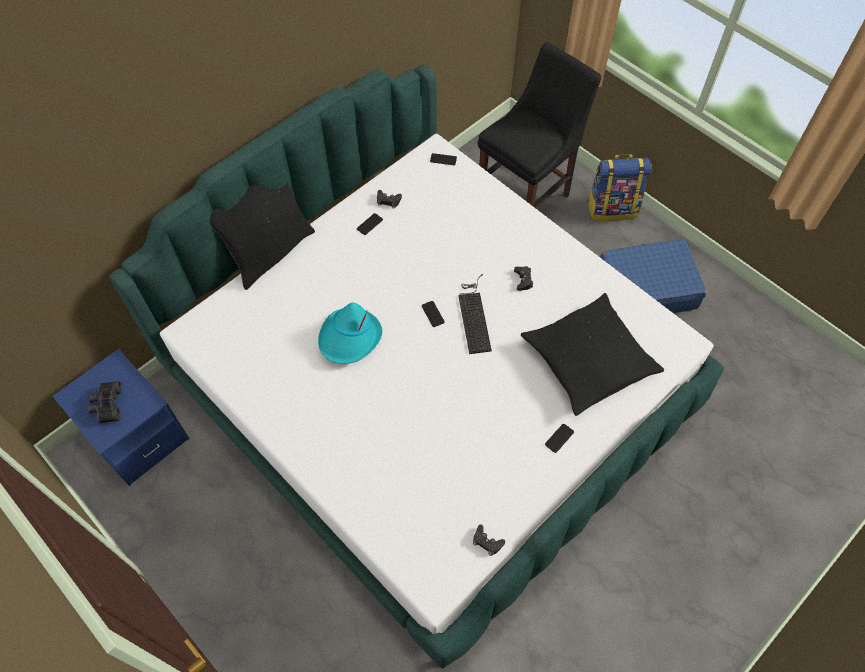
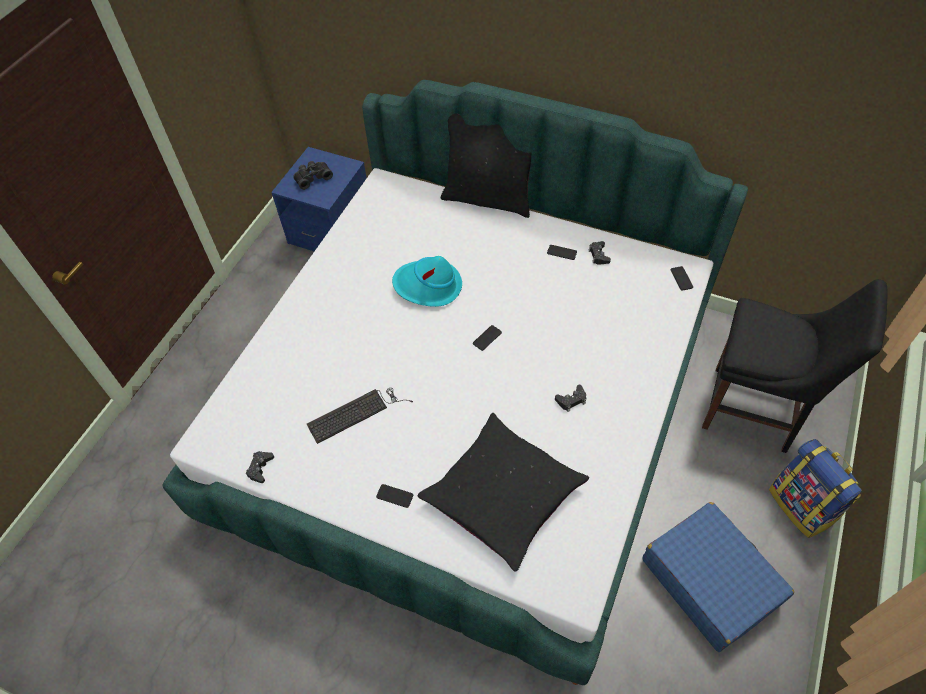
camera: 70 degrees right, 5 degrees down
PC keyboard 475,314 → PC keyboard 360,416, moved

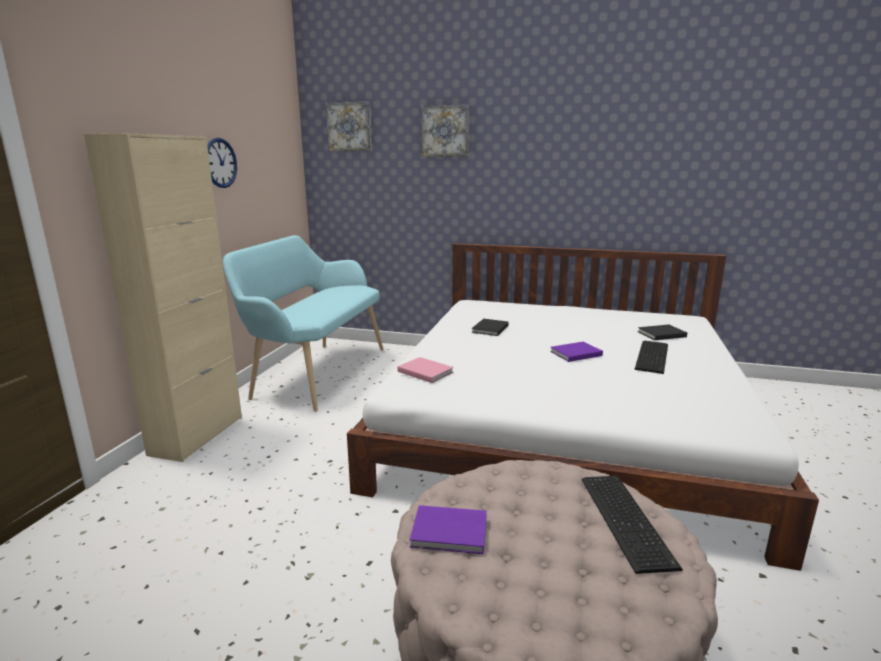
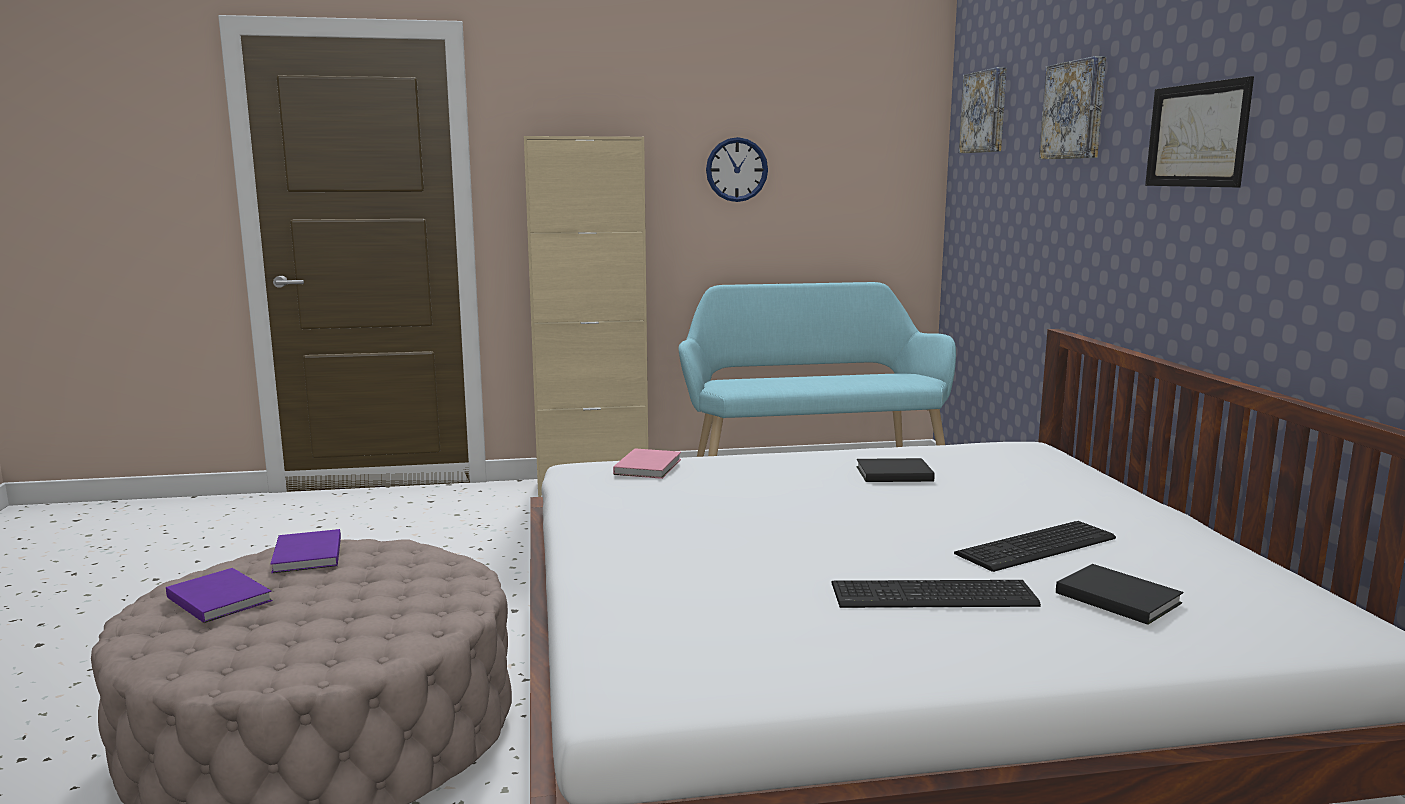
camera: 65 degrees right, 5 degrees down
- → picture 1199,131
purplish bound book 576,352 → purplish bound book 219,595, moved
PC keyboard 632,525 → PC keyboard 1035,546, moved

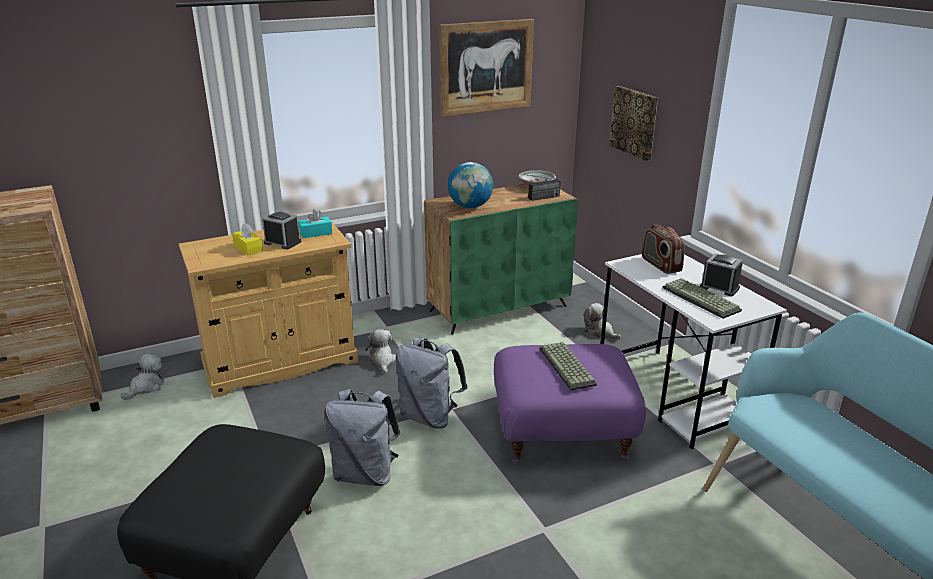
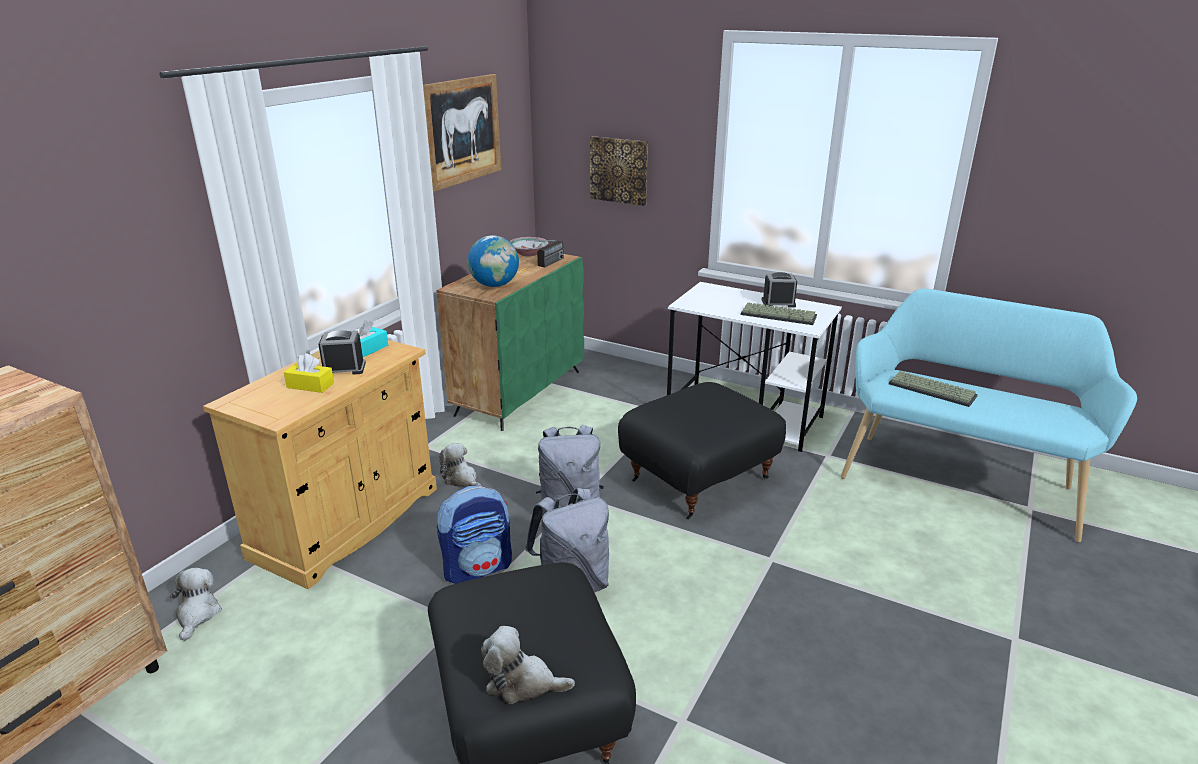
camera: 35 degrees left, 0 degrees up
radio set 663,249 → -
- → backpack 474,534
PC keyboard 568,366 → PC keyboard 933,389, moved
plush toy 602,321 → plush toy 528,665, moved
purplish ottoman 570,404 → black-coloured ottoman 702,450

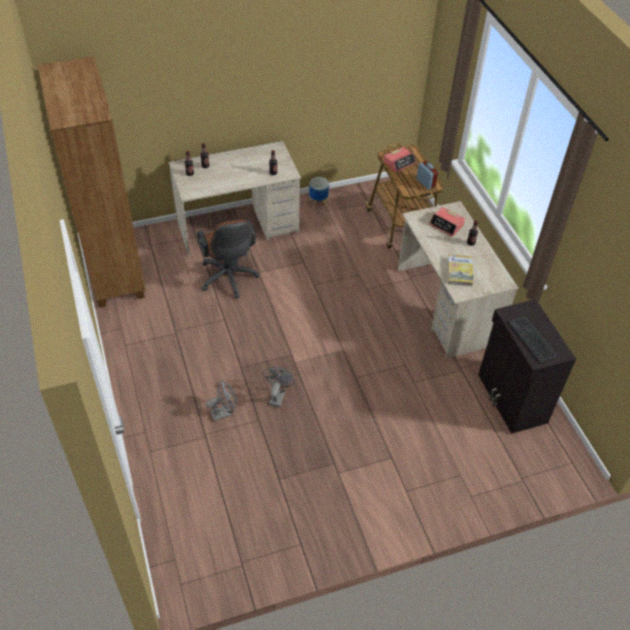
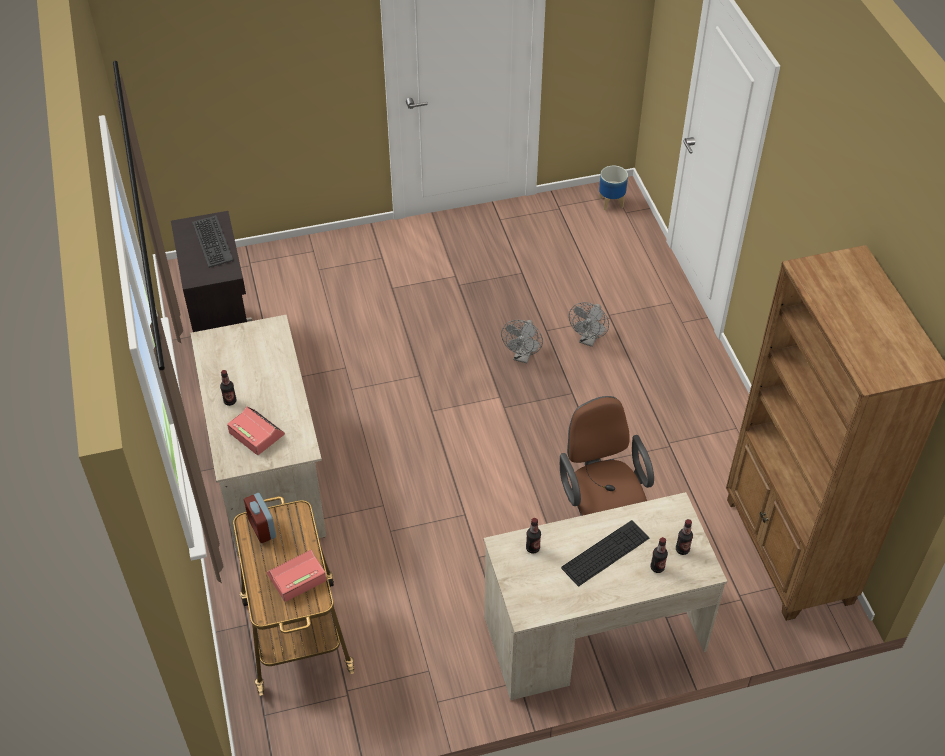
camera: 175 degrees left, 0 degrees up
bound book 460,270 → -
- → PC keyboard 605,553
plant pot 319,193 → plant pot 613,188, moved
greyish fan 222,400 → greyish fan 589,324, 45 degrees counterclockwise

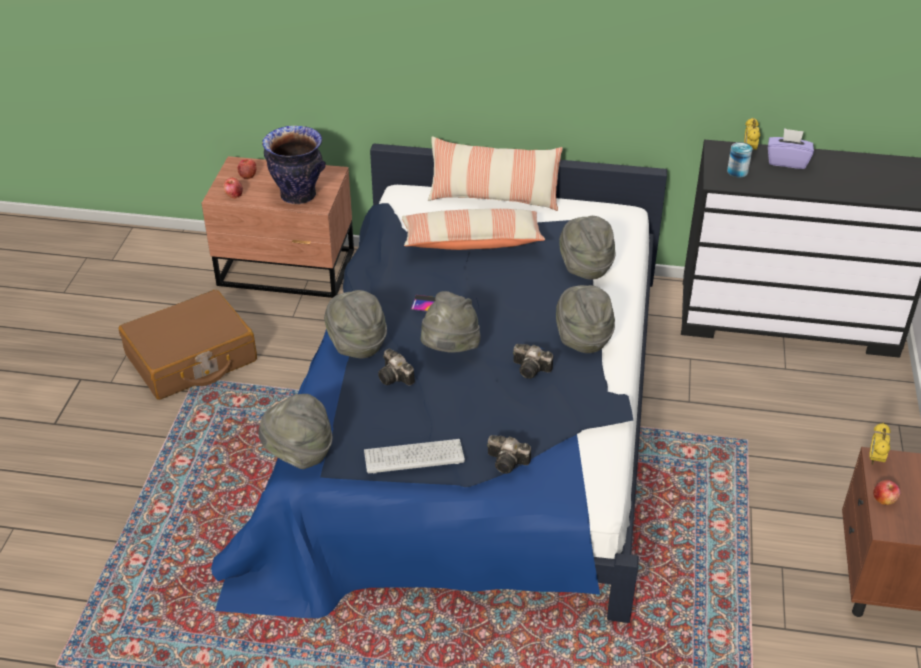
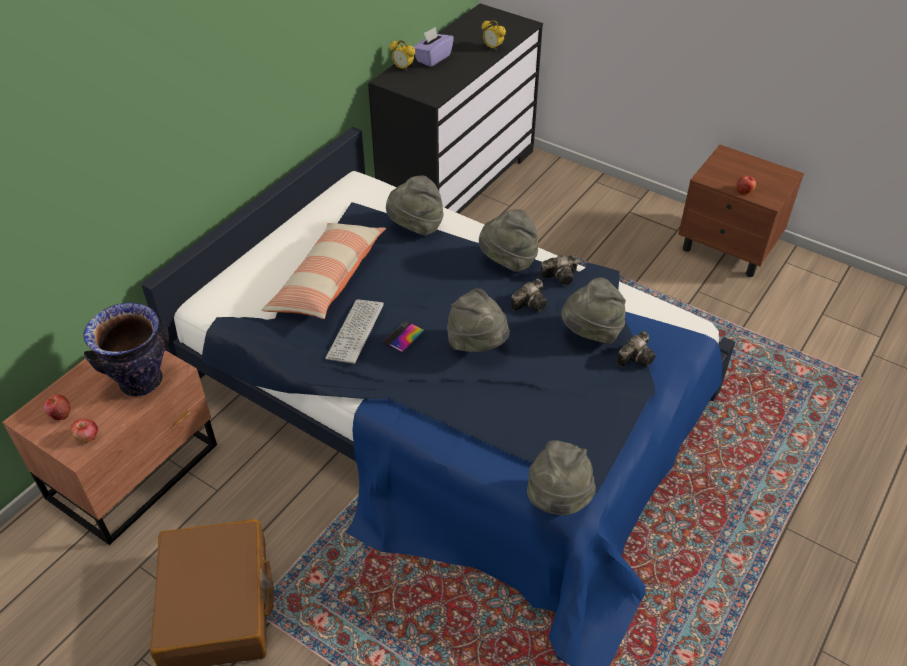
camera: 65 degrees left, 5 degrees up
cushion 495,173 → -
metal can 740,160 → -
greyish clothing hat 355,324 → greyish clothing hat 593,310, moved
PC keyboard 414,456 → PC keyboard 354,331, moved
photo camera 396,367 → photo camera 559,270, moved
bedside clock 880,444 → bedside clock 494,35, moved

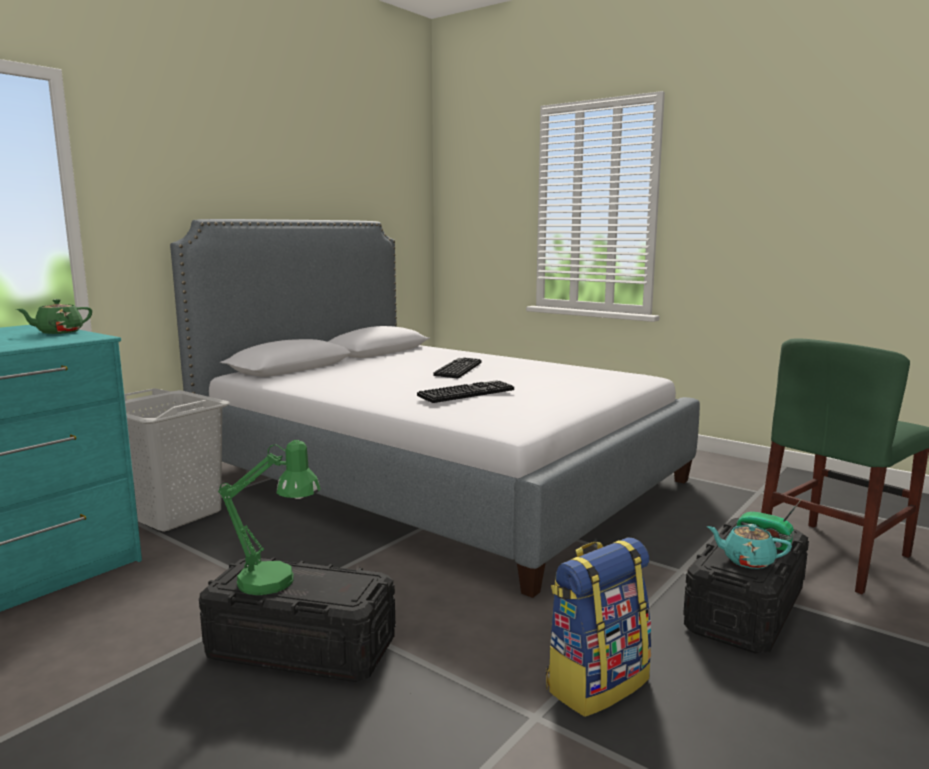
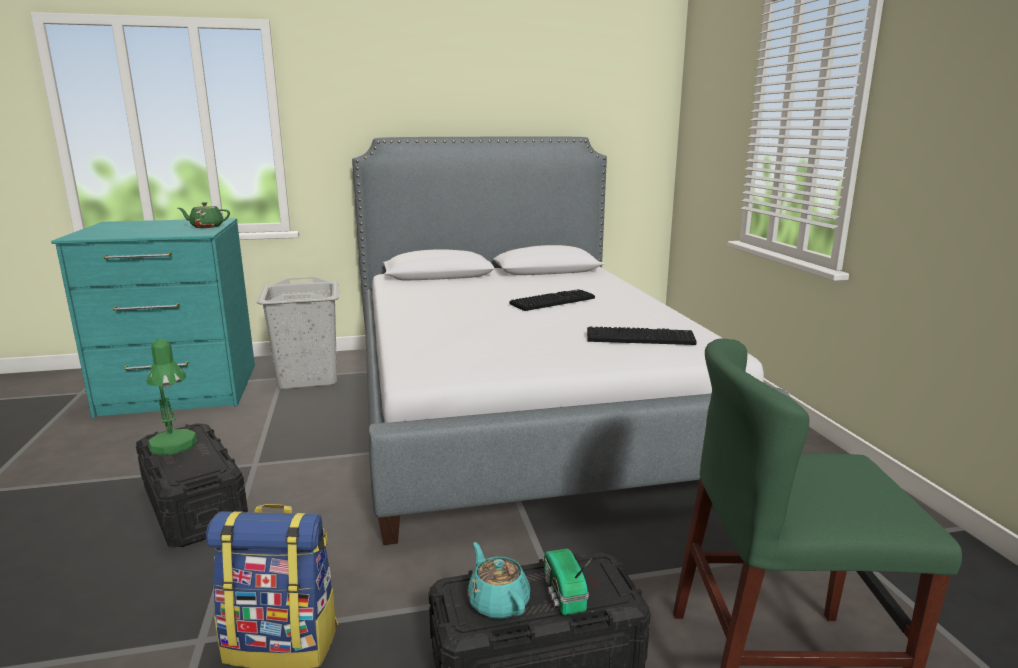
camera: 40 degrees right, 5 degrees up
PC keyboard 465,391 → PC keyboard 642,335, moved

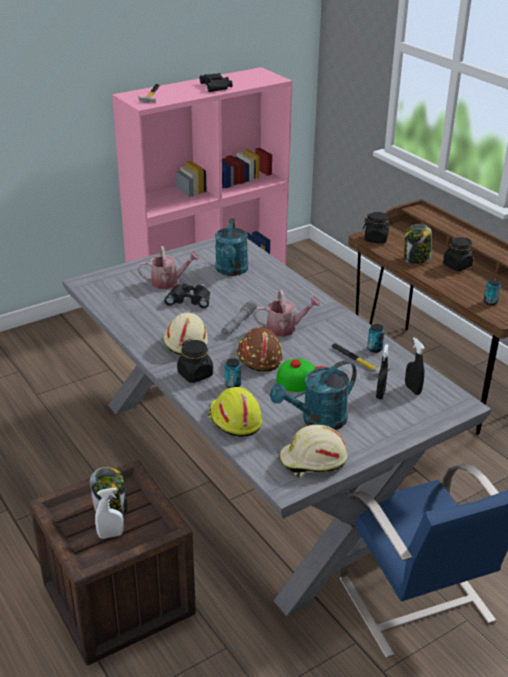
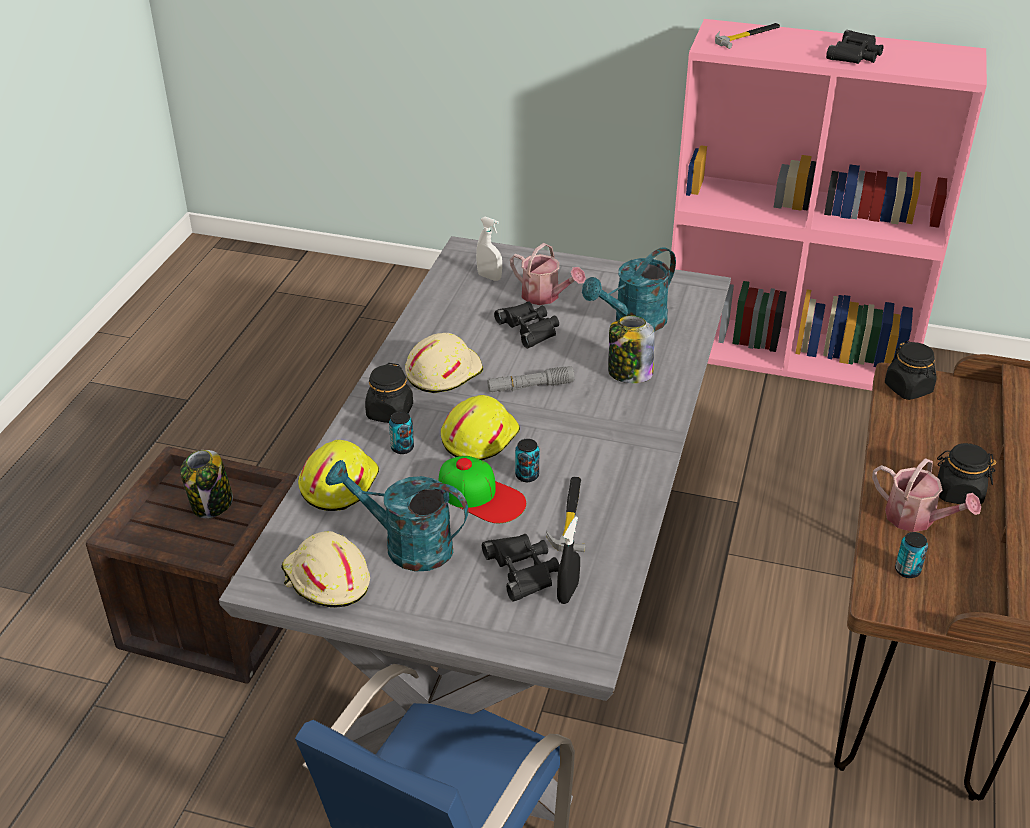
camera: 50 degrees right, 5 degrees up
white-coloured hand sprayer 109,513 → white-coloured hand sprayer 489,249, moved
watering can 287,313 → watering can 926,495, moved
metal can 376,338 → metal can 527,460, moved
jar 418,244 → jar 631,349, moved
black-coloured hand sprayer 382,371 → black-coloured binoculars 520,568
brownish safety helmet 259,349 → yellowish safety helmet 480,427

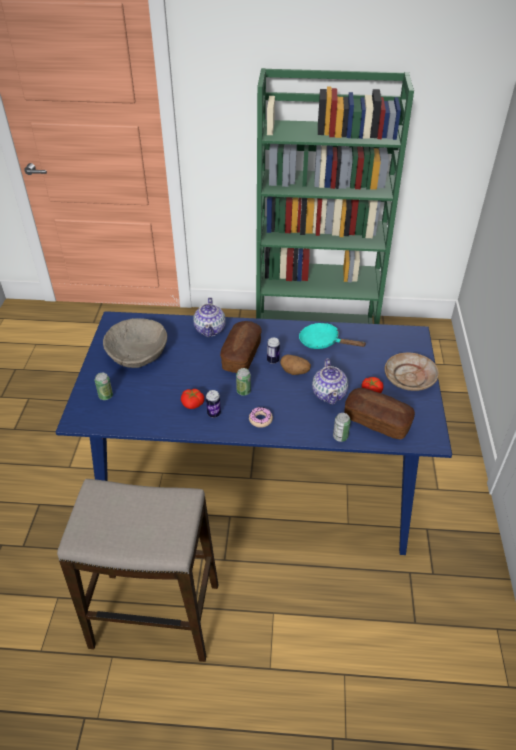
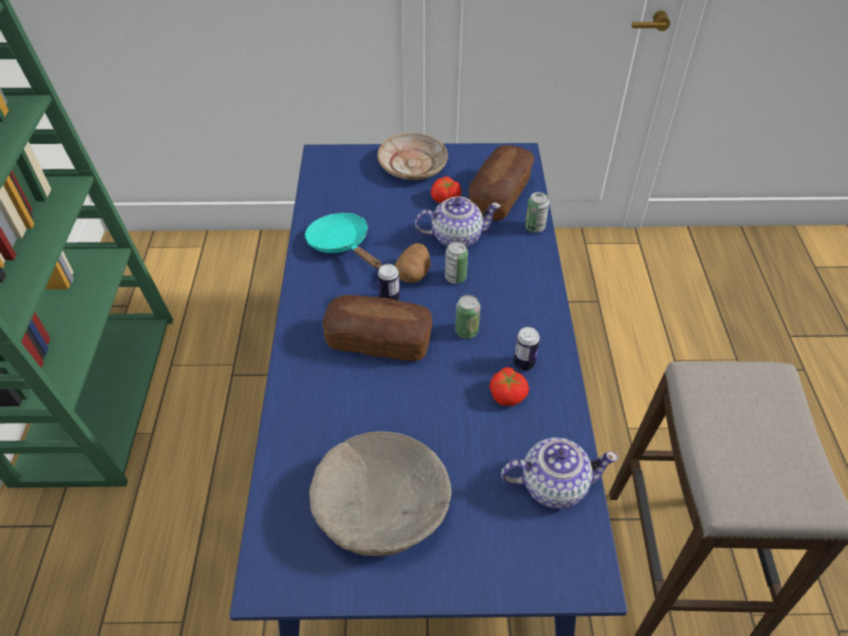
camera: 95 degrees left, 5 degrees up
ring doughnut 261,417 → -
metal can 104,386 → metal can 456,262, moved
tea pot 209,317 → tea pot 559,473, moved
blue-green skillet 333,336 → blue-green skillet 343,241, 120 degrees clockwise

